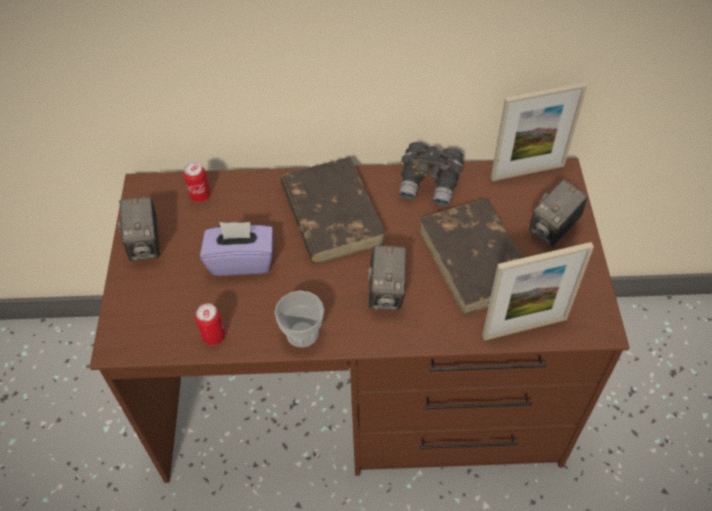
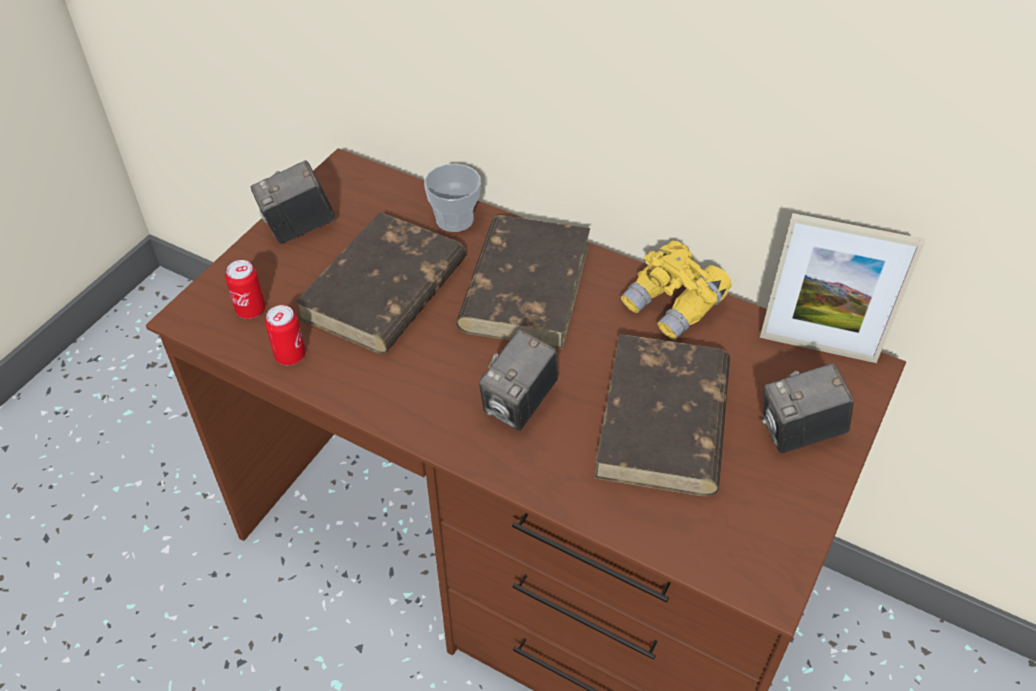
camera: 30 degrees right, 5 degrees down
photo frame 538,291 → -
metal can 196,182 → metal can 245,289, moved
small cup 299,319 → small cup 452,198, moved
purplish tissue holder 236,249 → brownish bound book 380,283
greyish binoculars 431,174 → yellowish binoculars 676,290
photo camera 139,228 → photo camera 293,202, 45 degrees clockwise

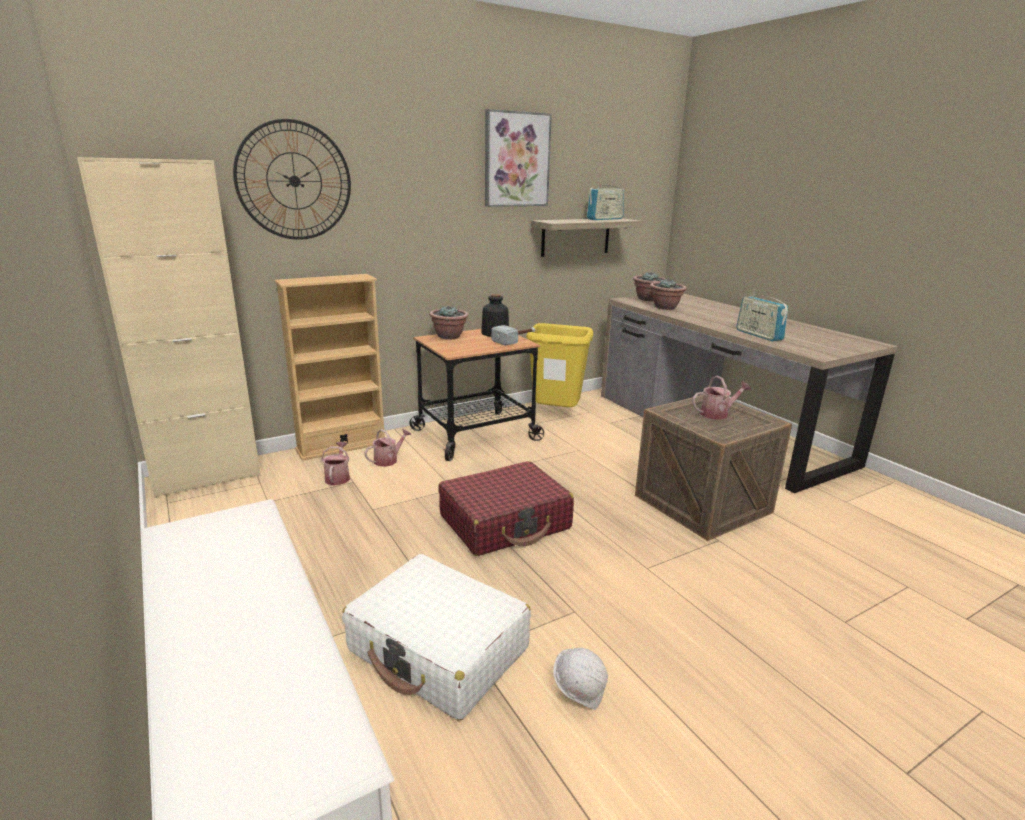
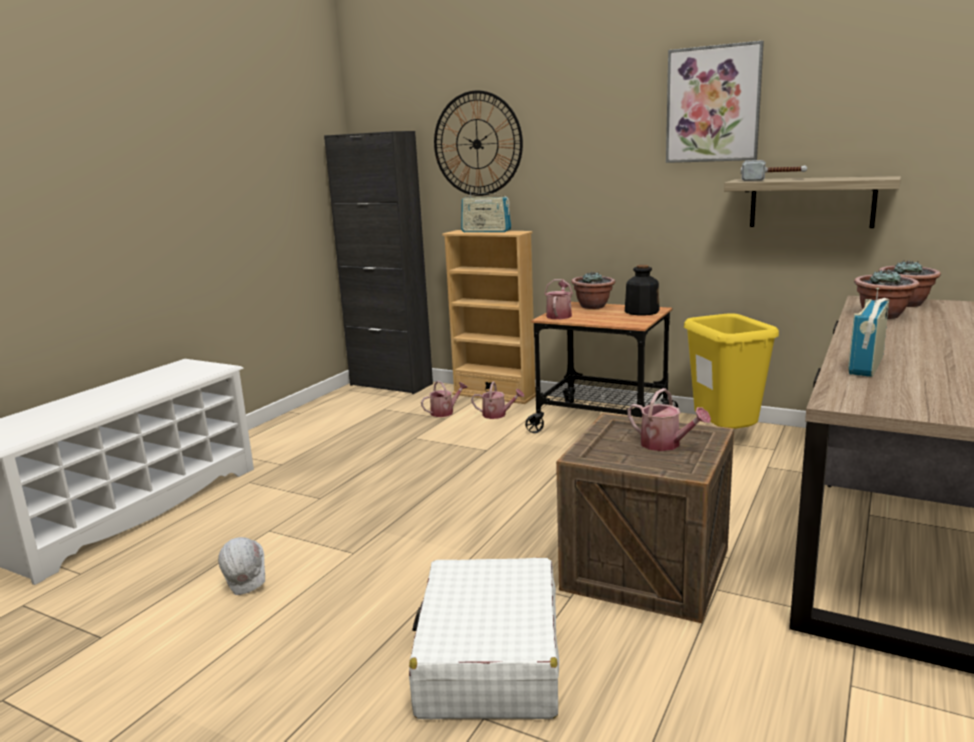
camera: 60 degrees right, 5 degrees down
reddish piece of luggage 506,508 → -
- → watering can 558,299
white-coloured piece of luggage 436,637 → white-coloured piece of luggage 484,638, moved
hand hammer 513,335 → hand hammer 774,170, moved
radio set 605,200 → radio set 486,210, moved
beige-coloured cupboard 169,327 → black-coloured cupboard 378,262

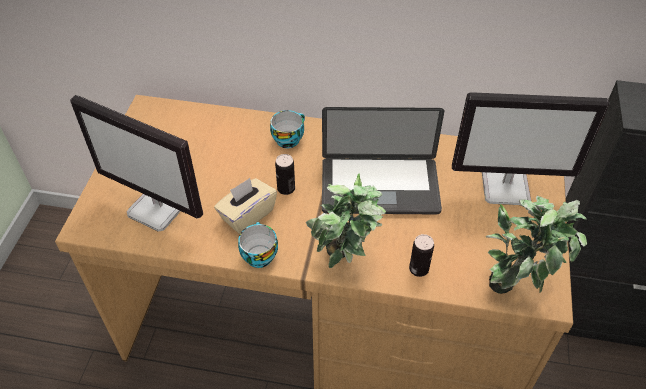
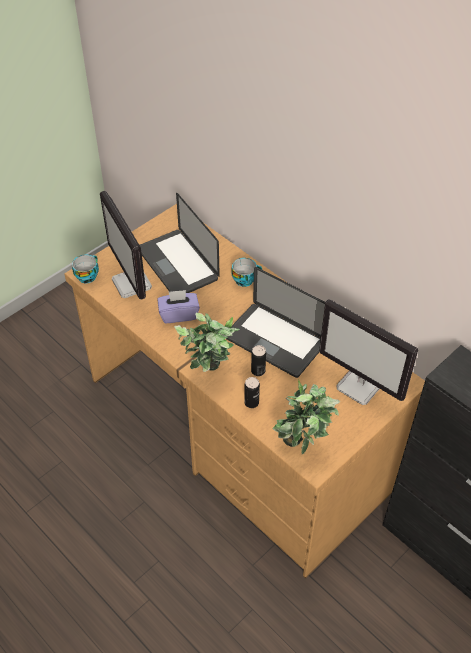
camera: 35 degrees right, 0 degrees up
- → laptop 180,243
small cup 258,245 → small cup 85,268, moved
metal can 285,174 → metal can 258,360, moved
beige-coloured tissue holder 245,206 → purplish tissue holder 178,306

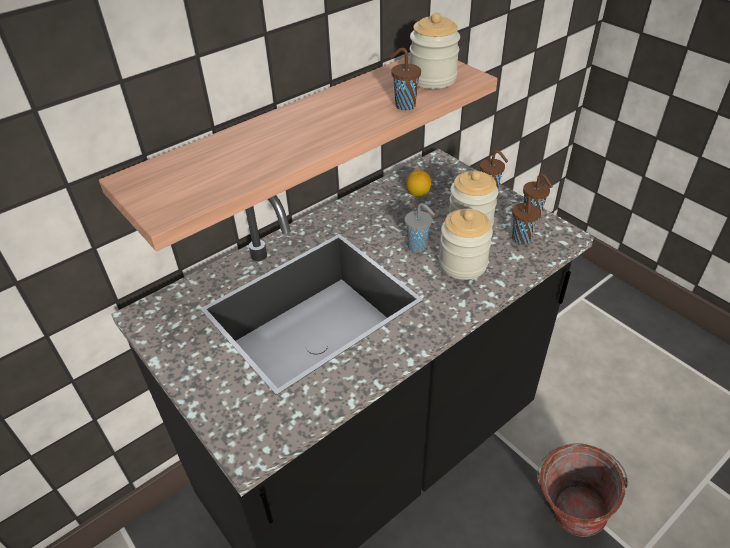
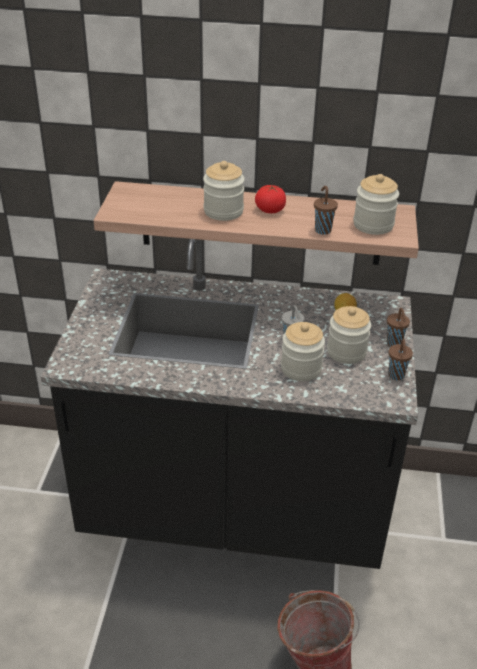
camera: 45 degrees right, 5 degrees down
brownish small cup 526,220 → -
- → jar 224,191
- → tomato 270,199

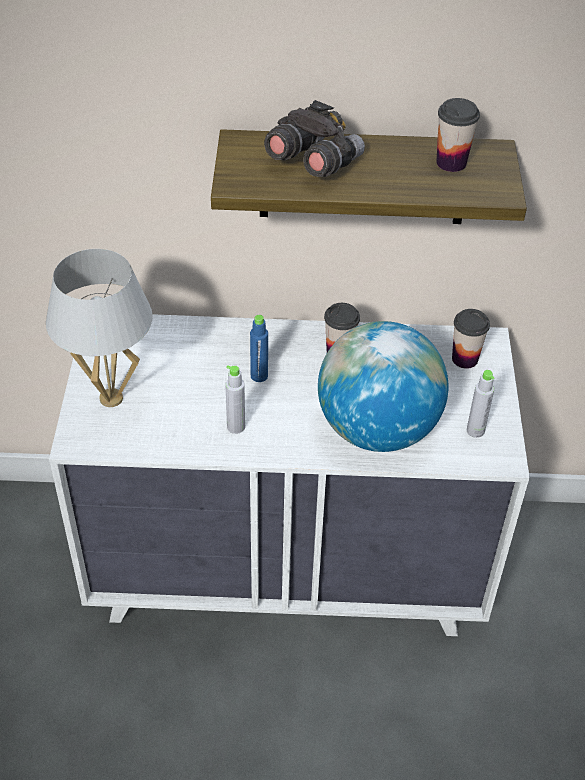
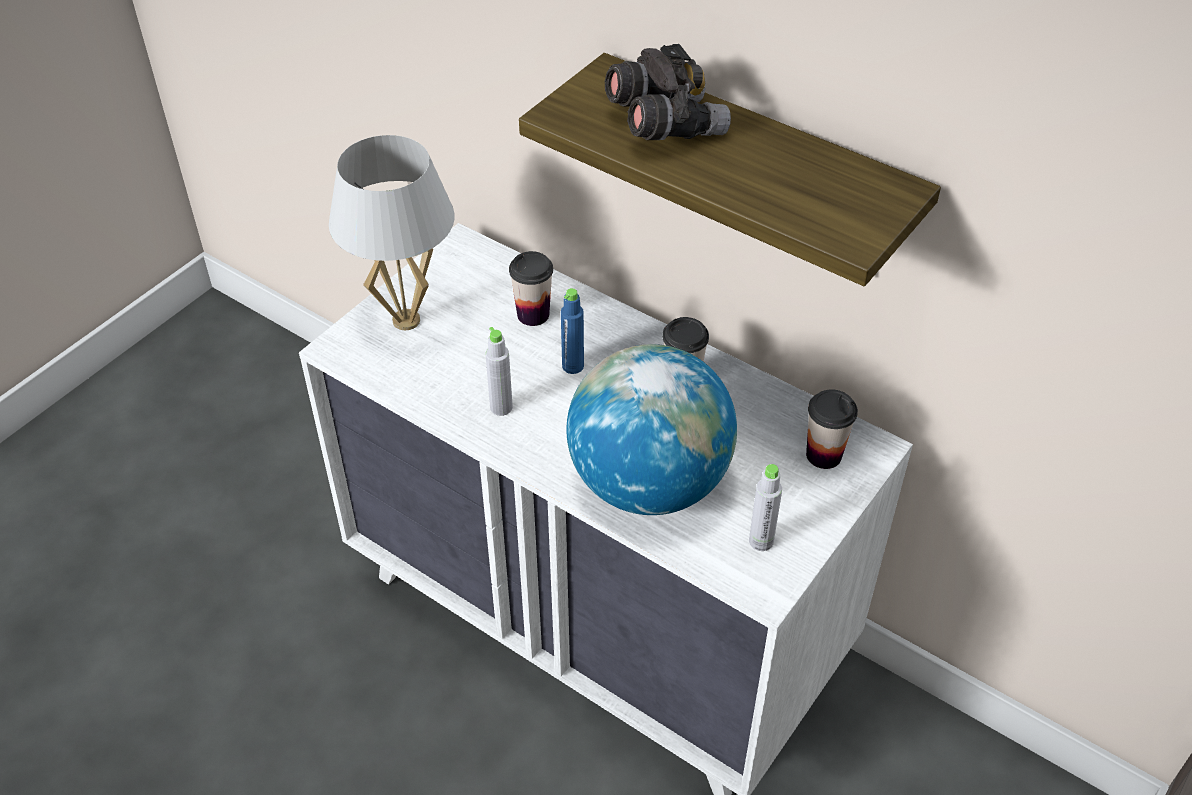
camera: 35 degrees right, 0 degrees up
small cup 458,135 → small cup 531,288, moved

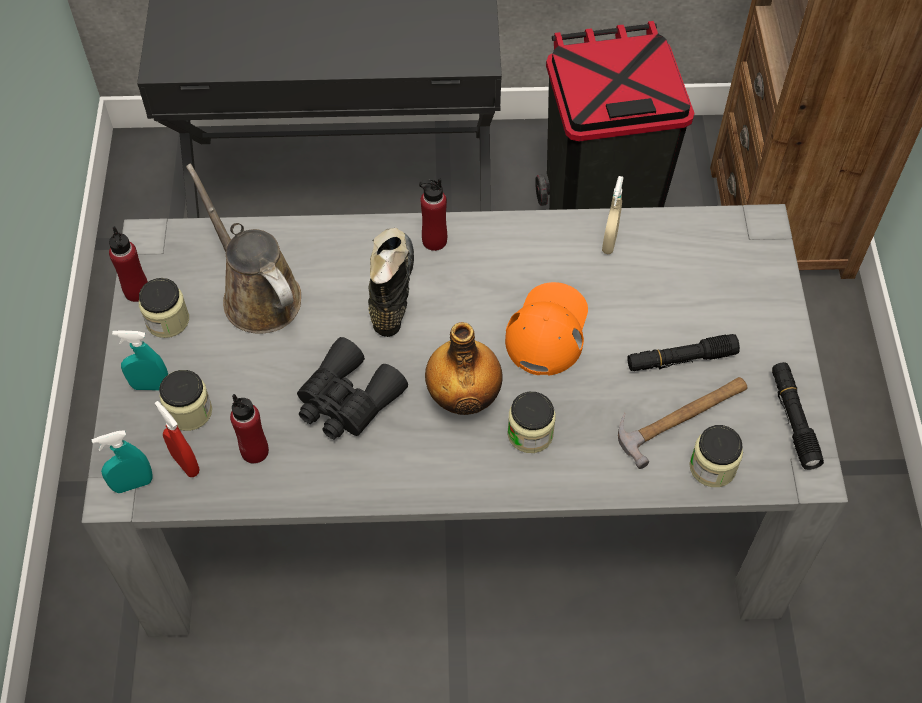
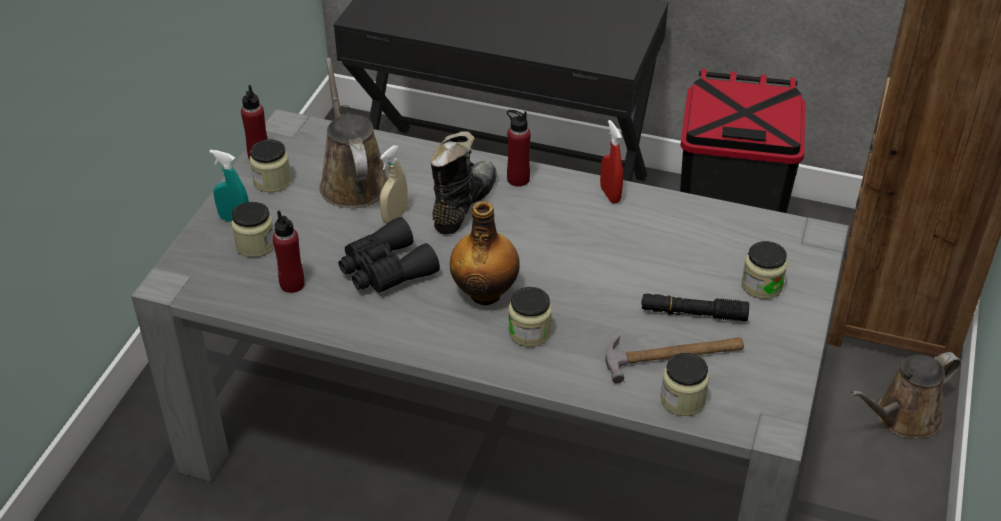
camera: 20 degrees right, 15 degrees down
blue-green hand sprayer 122,461 → -
orange-coloured cap 546,329 → -
black-coloured flashlight 798,416 → -
- → jar 764,270
- → brownish watering can 906,395
reddish hand sprayer 177,439 → reddish hand sprayer 611,161, moved
beige-coloured hand sprayer 613,215 → beige-coloured hand sprayer 394,184, moved

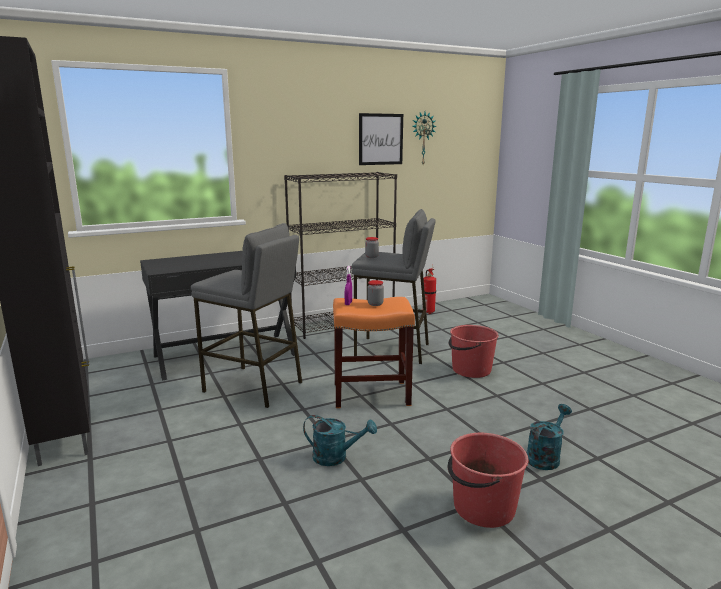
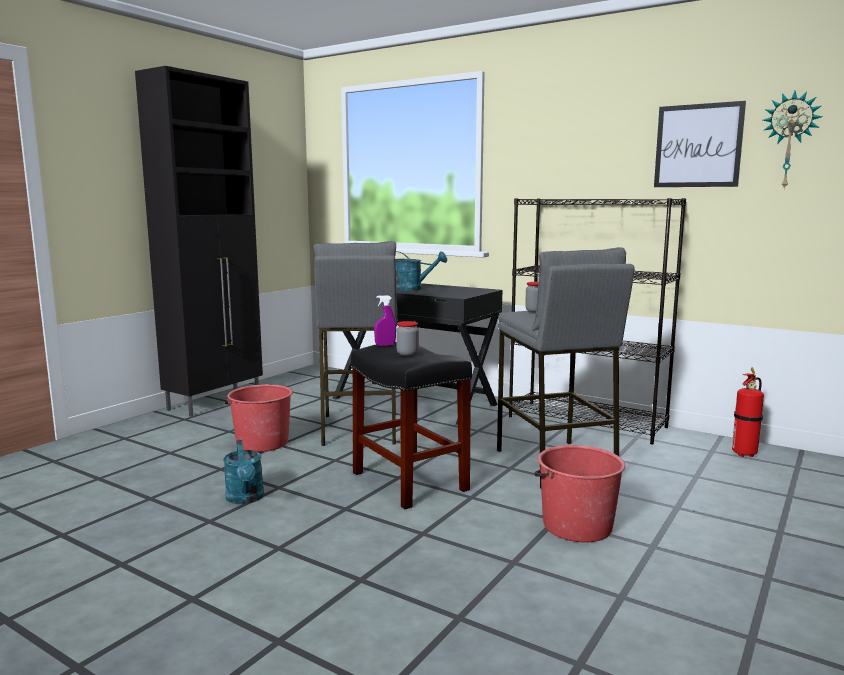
camera: 60 degrees right, 5 degrees down
reddish water bucket 488,480 → reddish water bucket 259,418, moved
blue-green watering can 549,437 → blue-green watering can 421,271, moved
orange-coloured stool seat 374,352 → black-coloured stool seat 411,425

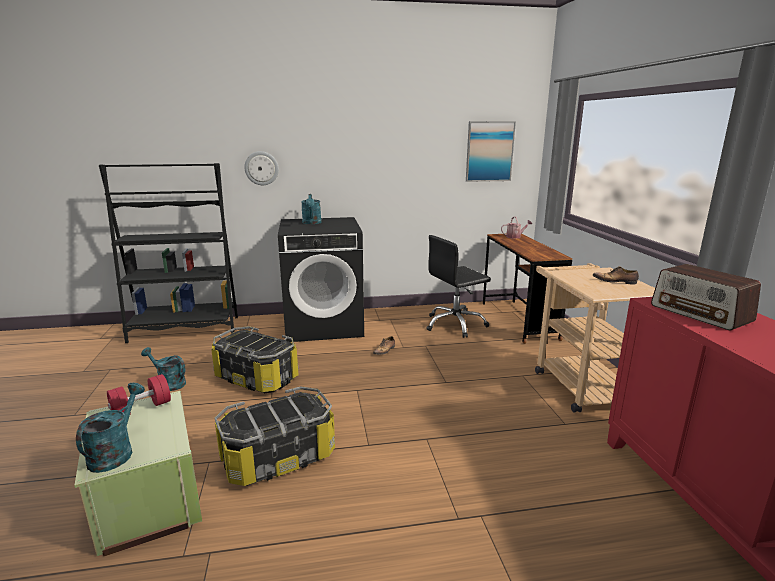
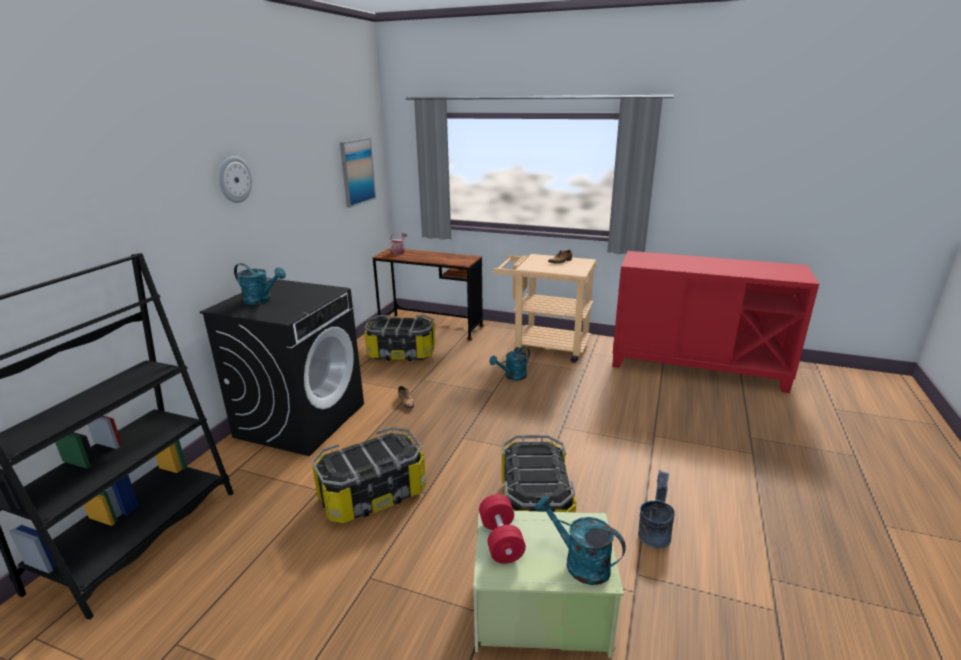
camera: 60 degrees left, 5 degrees up
radio set 706,297 → -
- → greyish water bucket 656,509
blue-green watering can 163,369 → blue-green watering can 509,363, moved
wall clock 261,168 → wall clock 235,179, moved
black-coloured office chair 458,286 → storage container 399,338

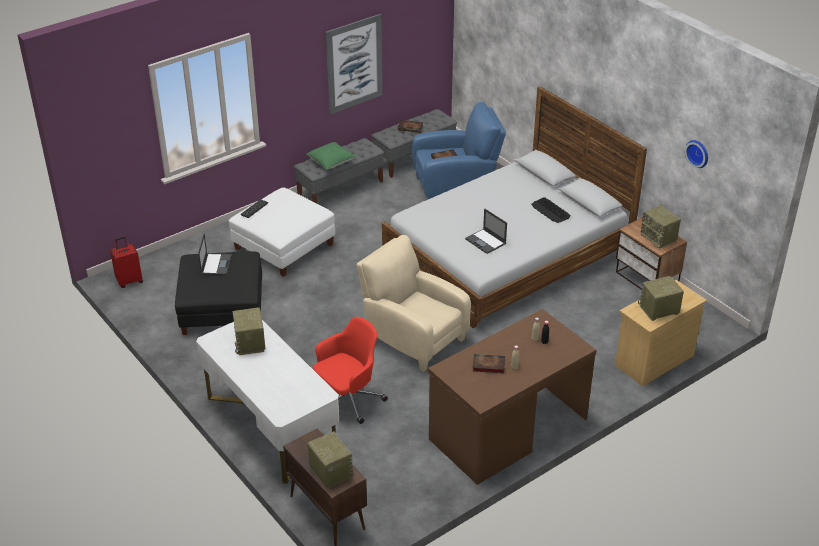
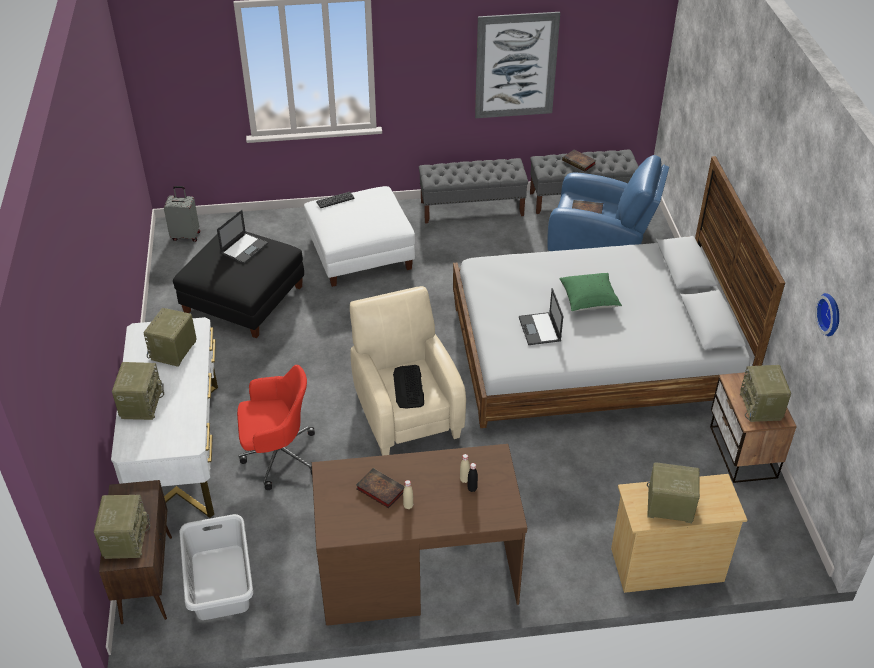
camera: 30 degrees right, 5 degrees up
- → radio set 138,391
- → greyish hamper 216,567
greenish cushion 331,156 → greenish cushion 590,292, moved
PC keyboard 550,210 → PC keyboard 408,387, moved
reddish piece of luggage 126,262 → greyish piece of luggage 182,214

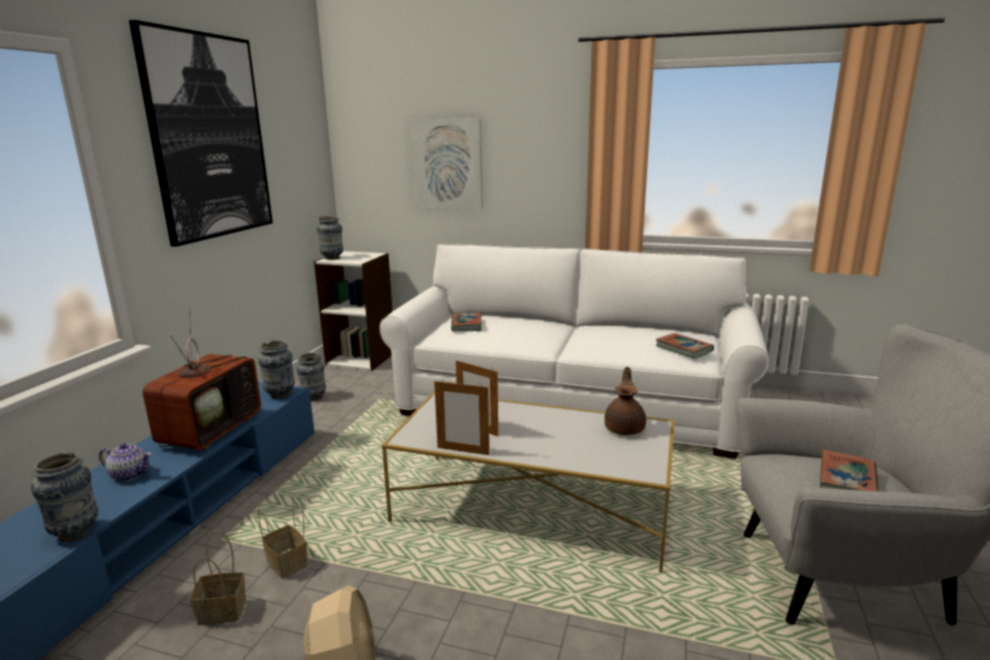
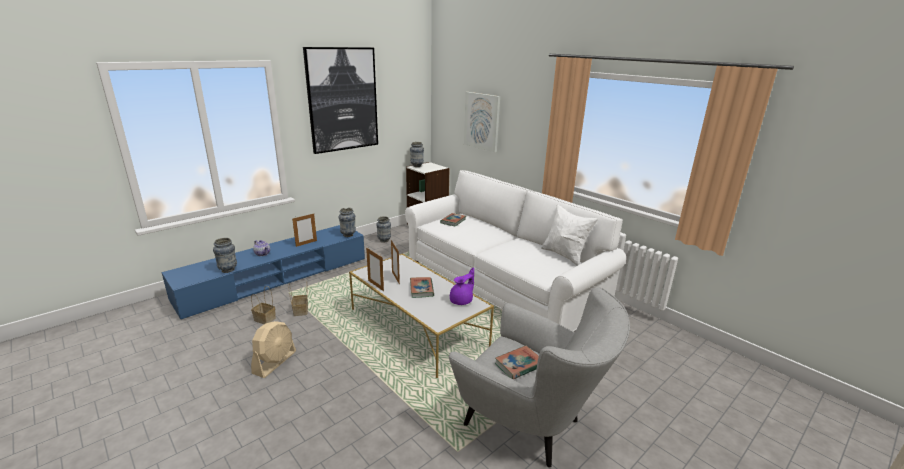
camera: 30 degrees right, 5 degrees up
- → white-coloured cushion 569,235
bound book 685,346 → bound book 422,287, moved
TV 202,379 → photo frame 304,230
brownish tea pot 625,401 → purplish tea pot 462,286

